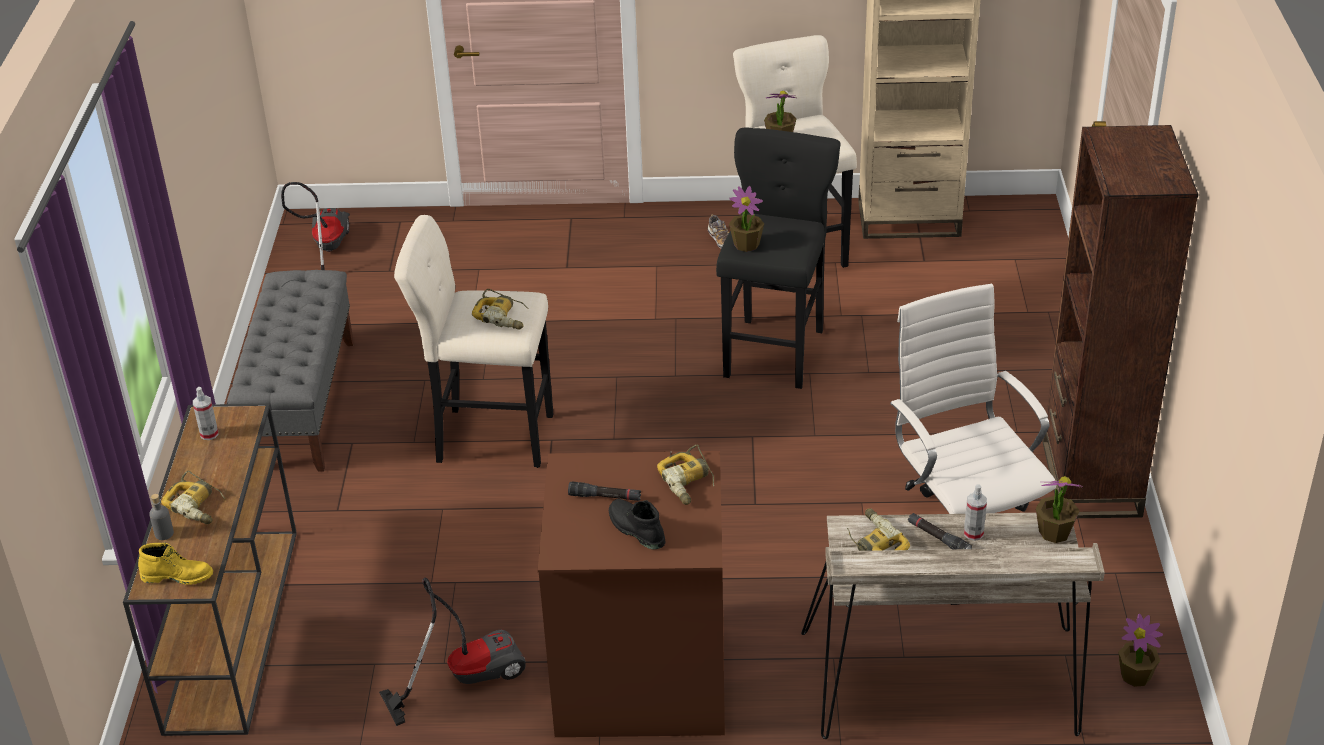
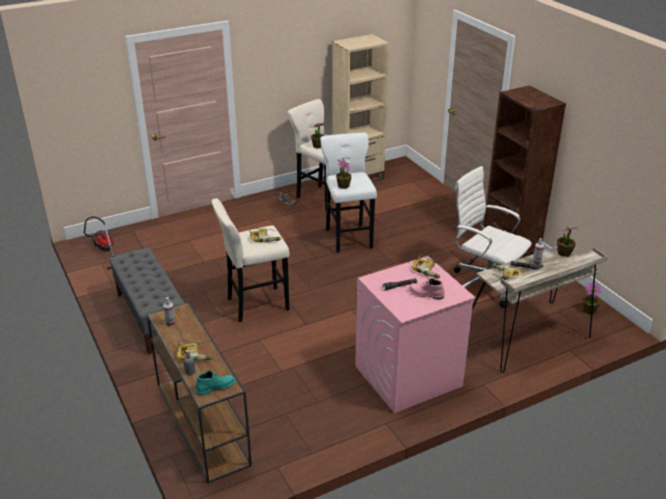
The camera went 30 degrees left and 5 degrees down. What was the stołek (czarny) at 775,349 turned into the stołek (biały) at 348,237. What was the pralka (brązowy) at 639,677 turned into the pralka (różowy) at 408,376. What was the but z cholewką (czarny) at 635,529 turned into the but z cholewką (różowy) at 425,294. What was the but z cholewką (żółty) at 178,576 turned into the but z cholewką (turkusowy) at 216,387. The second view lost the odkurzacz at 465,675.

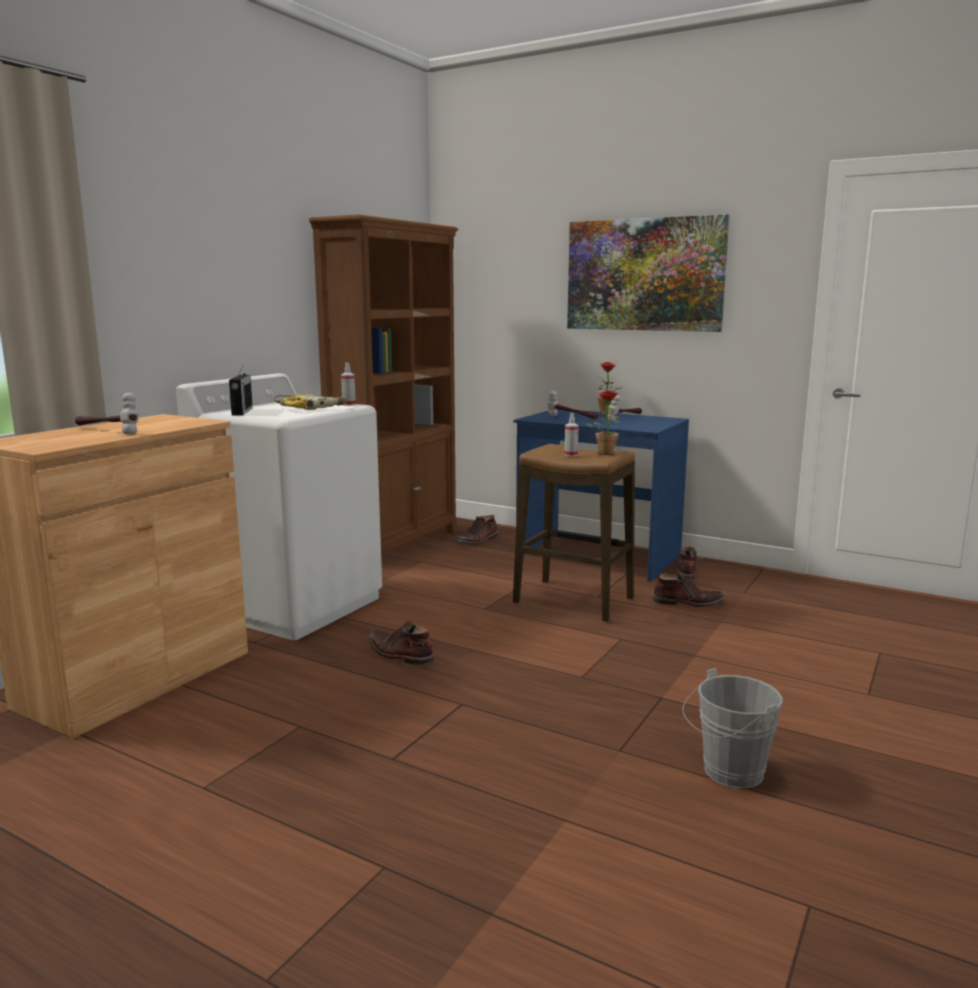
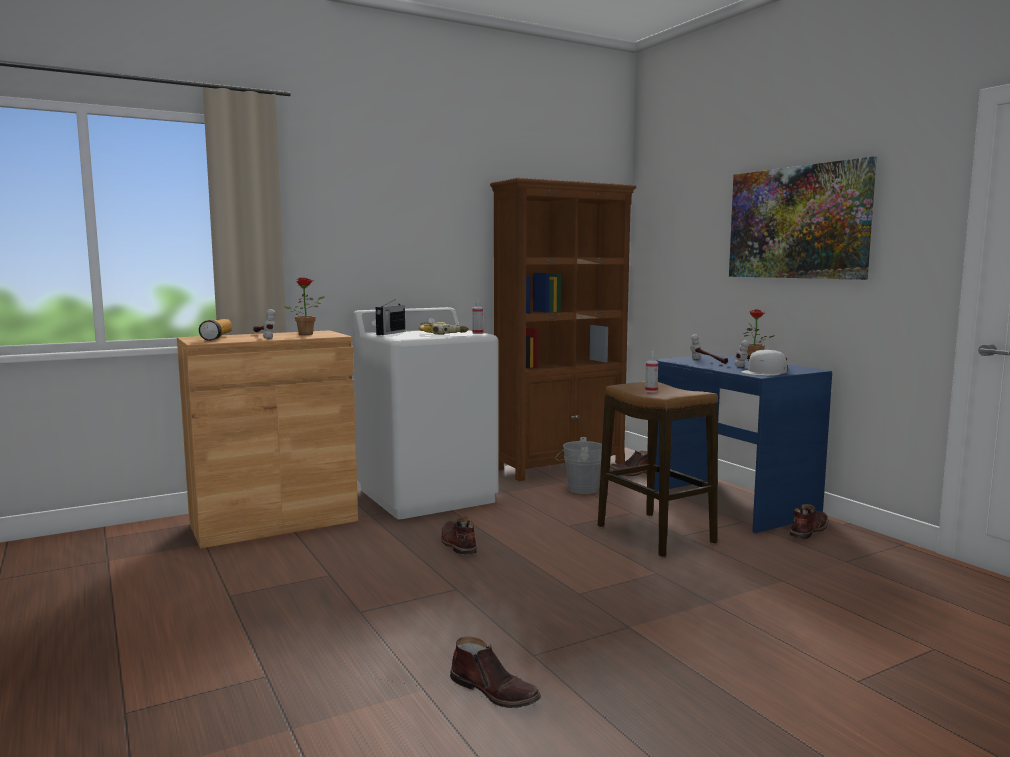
The camera went 30 degrees right and 5 degrees down. The roślina doniczkowa ended up elsewhere, having gone from 605,452 to 308,334. The but z cholewką (brązowy) ended up elsewhere, having gone from 688,602 to 495,691. The wiadro (szary) ended up elsewhere, having gone from 728,773 to 579,489. The second view gained the latarka at 217,338. The second view gained the czapka z daszkiem (biały) at 764,372.

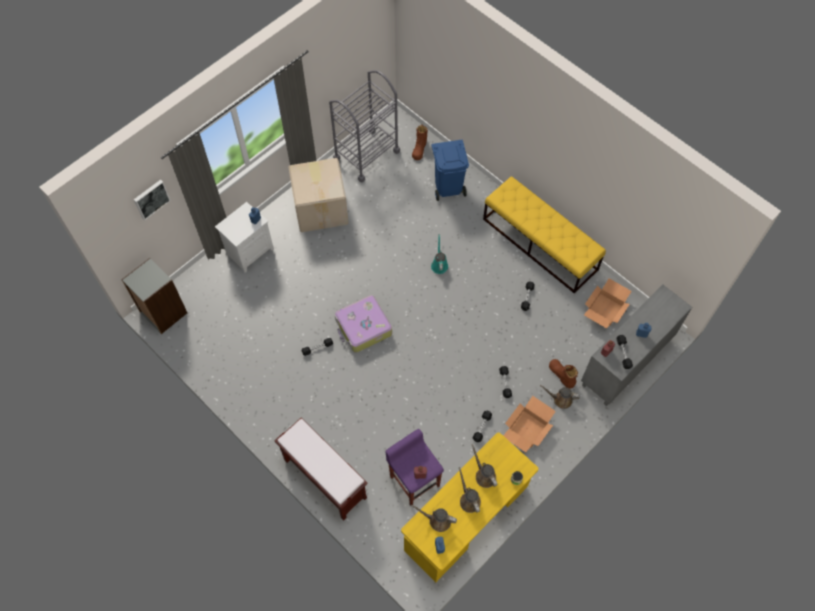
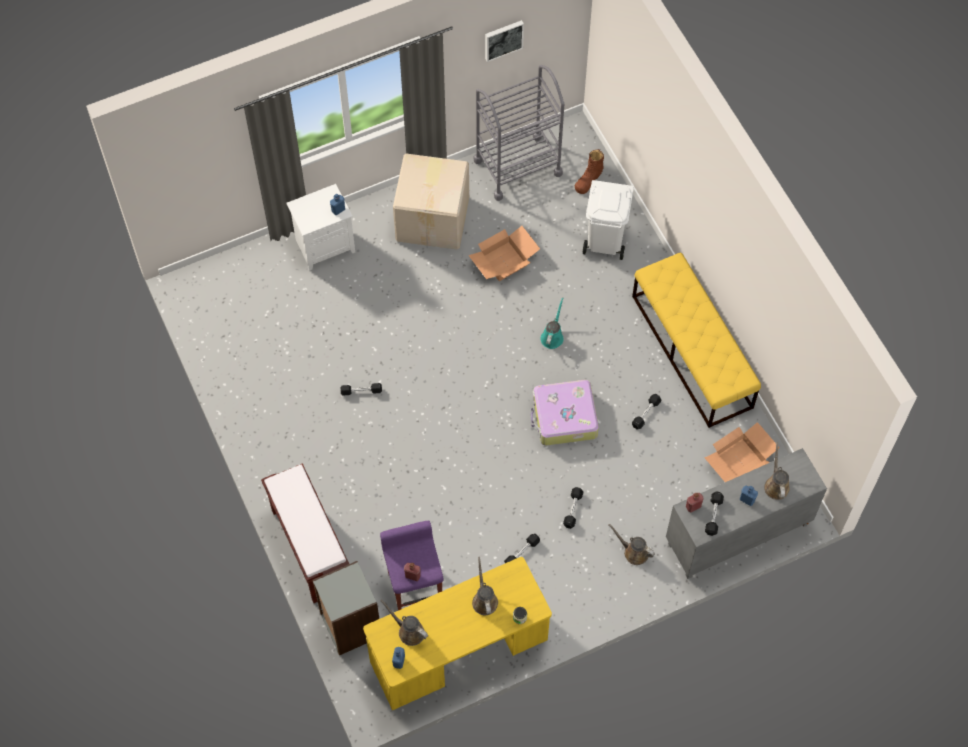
The camera went 20 degrees right and 0 degrees up. What was the kosz na śmieci (niebieski) at 449,187 turned into the kosz na śmieci (biały) at 606,241. The obraz ended up elsewhere, having gone from 151,198 to 503,39. The regał (szary) ended up elsewhere, having gone from 163,313 to 350,625. The walizka ended up elsewhere, having gone from 363,328 to 564,418. The second view lost the but z cholewką (brązowy) at 561,375. The karton ended up elsewhere, having gone from 527,429 to 504,262. The konewka (brązowy) ended up elsewhere, having gone from 469,499 to 776,485.

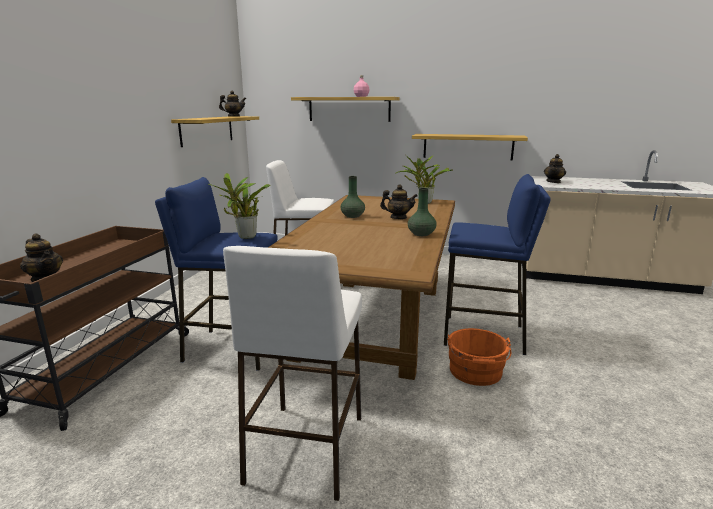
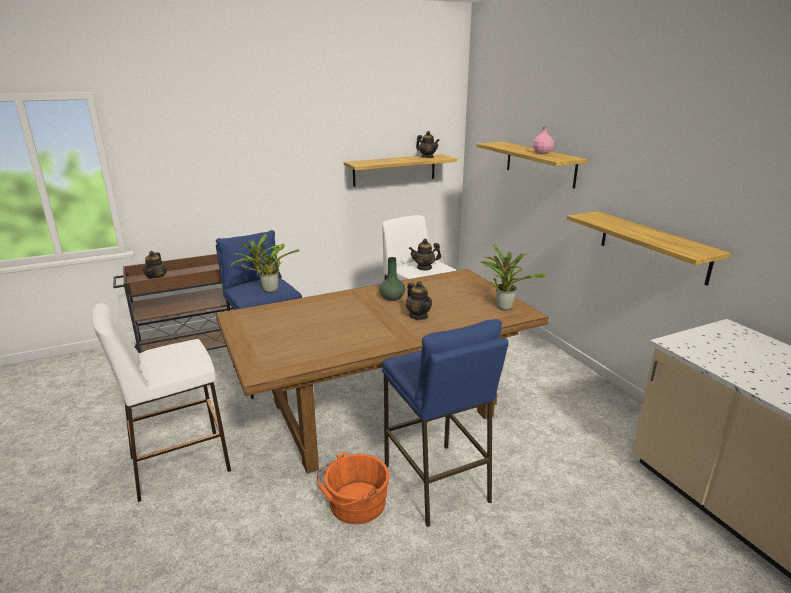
The camera went 50 degrees right and 5 degrees up. The imbryk ended up elsewhere, having gone from 553,182 to 424,267. The second view lost the wazon (zielony) at 421,234.

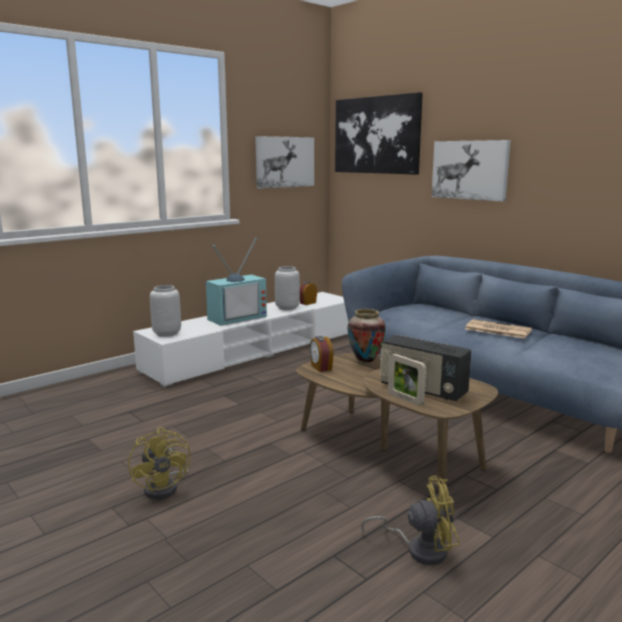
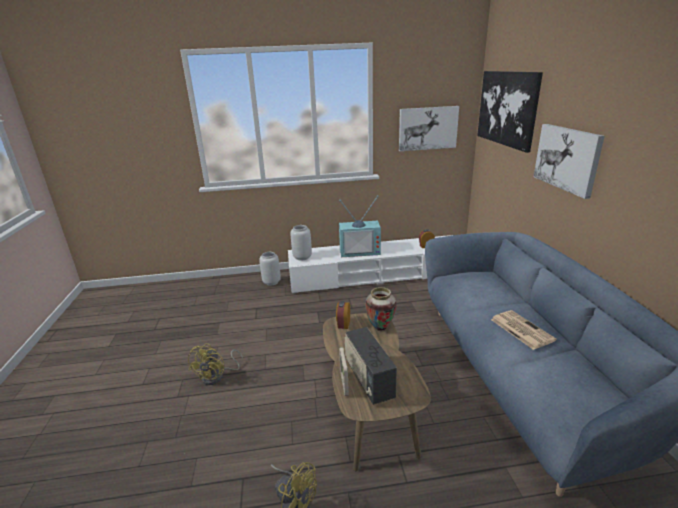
The camera went 35 degrees right and 10 degrees up. The wazon (szary) ended up elsewhere, having gone from 287,308 to 271,282.

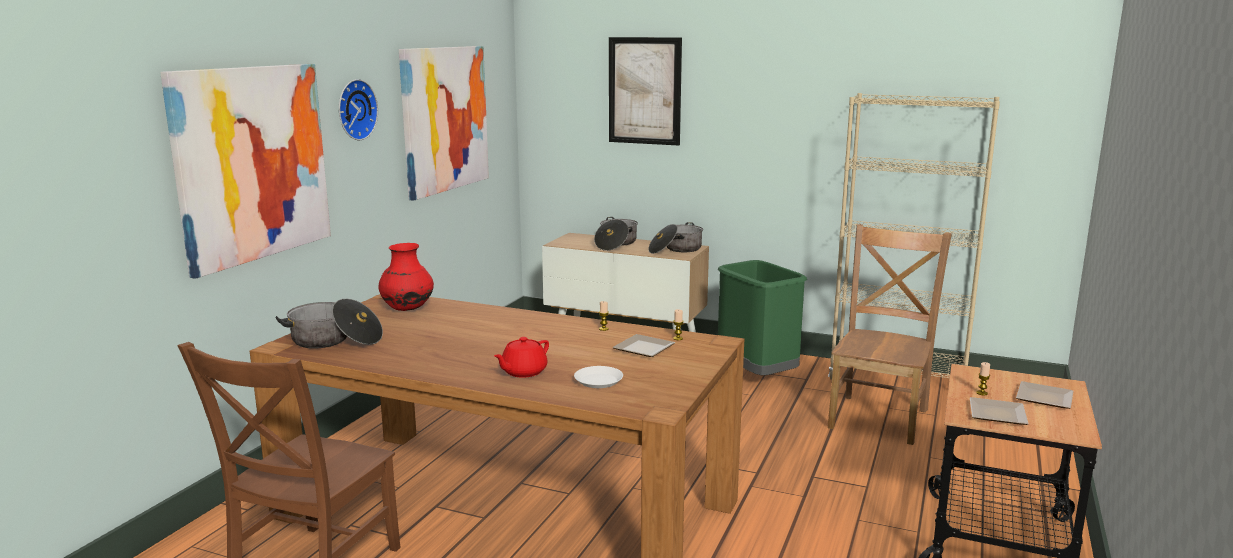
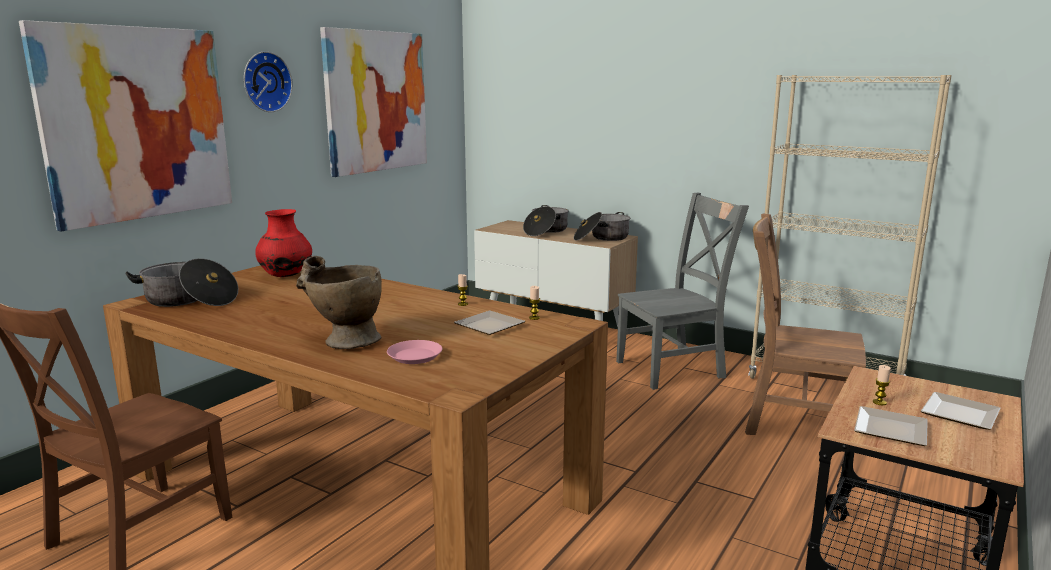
The camera went 10 degrees right and 0 degrees up. The second view lost the obraz at 644,91. The krzesło (brązowy) at 879,417 ended up facing another way, 105 degrees counterclockwise from before. Where the kosz na śmieci (zielony) stood at 757,375, the krzesło (szary) came to stand at 674,369. Where the imbryk (czerwony) stood at 523,372, the wazon (beżowy) came to stand at 343,342. What was the talerz (biały) at 598,381 turned into the talerz (różowy) at 414,356.

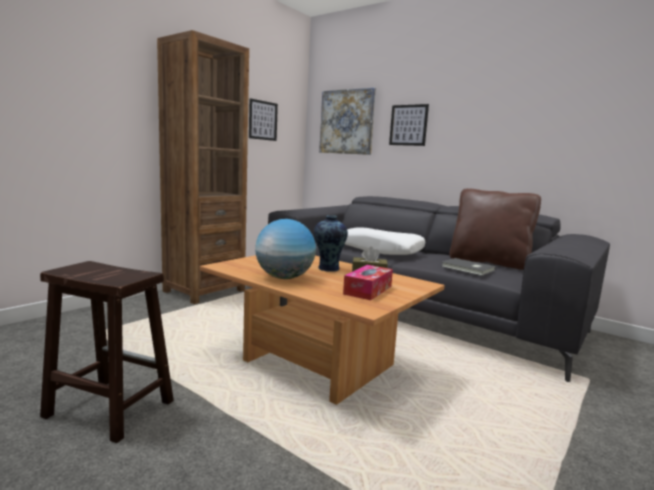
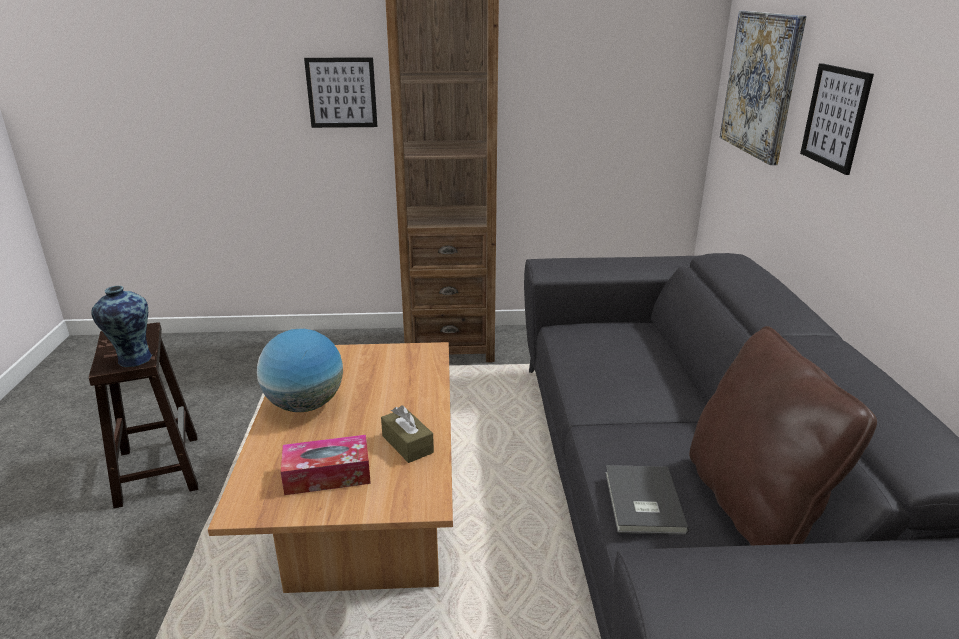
The camera went 50 degrees right and 15 degrees up. The obraz ended up elsewhere, having gone from 263,120 to 341,93. The wazon ended up elsewhere, having gone from 328,269 to 133,359. The second view lost the poduszka (biały) at 381,250.

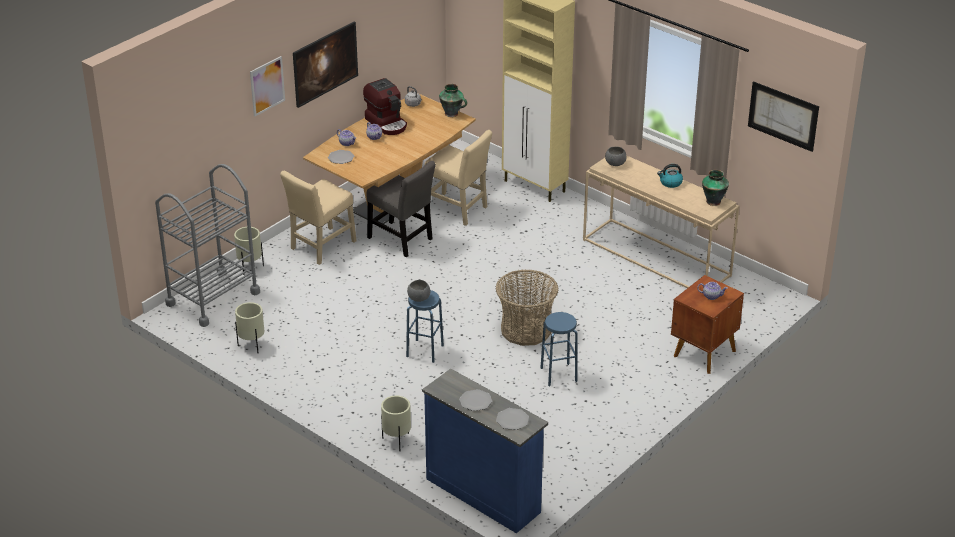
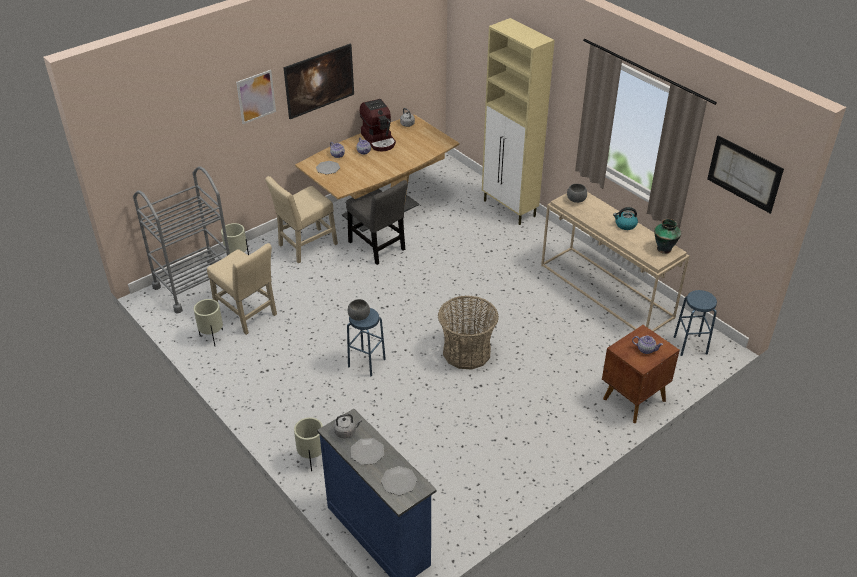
The camera went 10 degrees right and 5 degrees up. The second view lost the wazon at 452,114. The krzesło (beżowy) ended up elsewhere, having gone from 458,209 to 247,314. The stołek (niebieski) ended up elsewhere, having gone from 559,374 to 690,345. The second view gained the czajnik (szary) at 346,432.

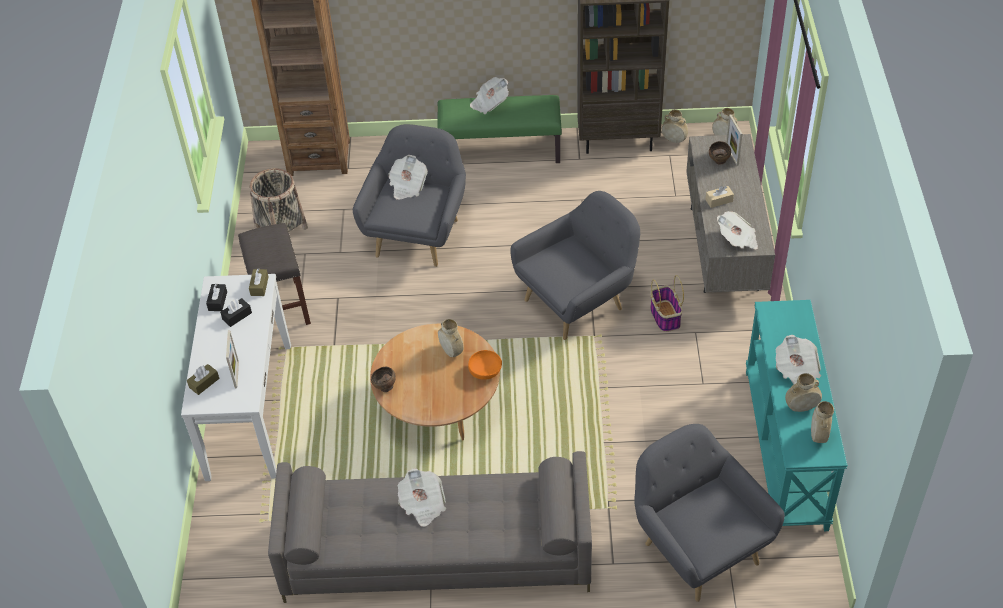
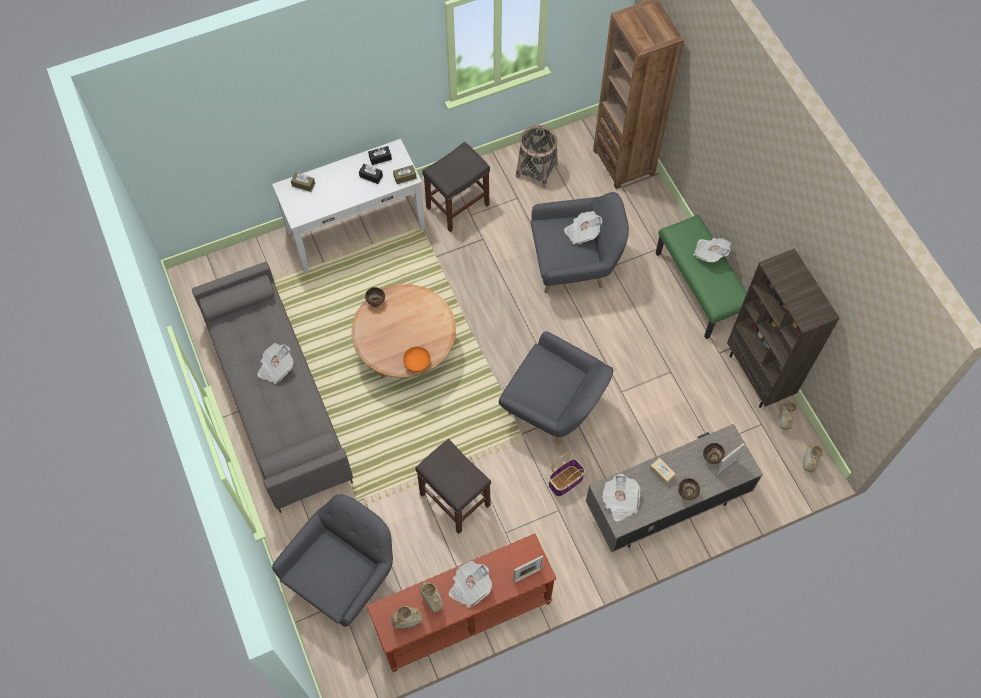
The camera went 65 degrees right and 15 degrees up. What was the stolik konsolowy (turkusowy) at 786,448 turned into the stolik konsolowy (brązowy) at 463,617. The second view lost the wazon (beżowy) at 451,351. The ramka na zdjęcie ended up elsewhere, having gone from 236,374 to 527,575. The second view gained the stołek (szary) at 454,499. The second view gained the miska (brązowy) at 687,493.

